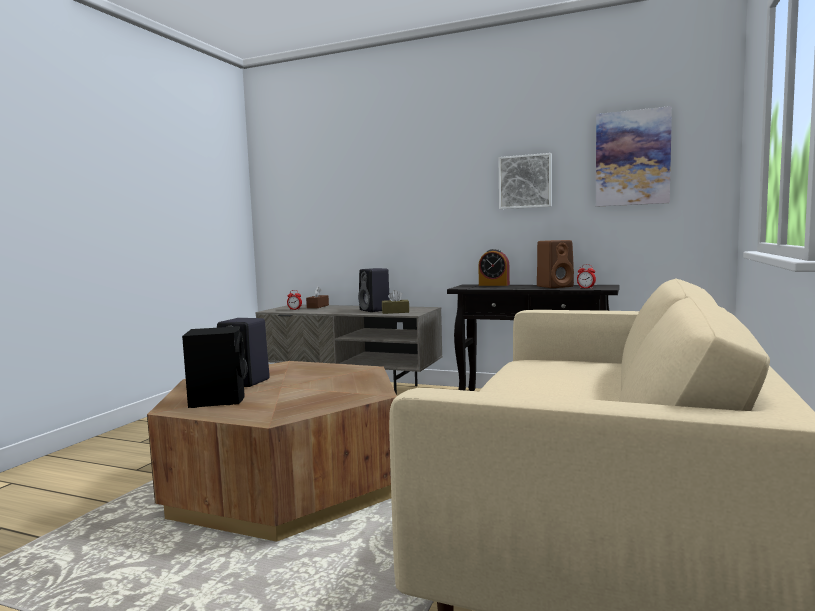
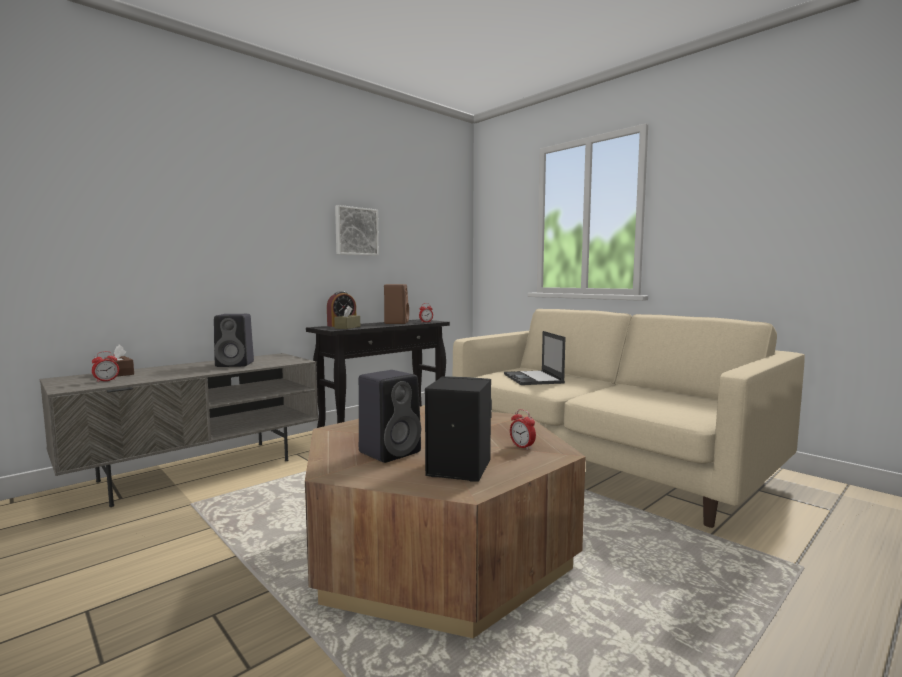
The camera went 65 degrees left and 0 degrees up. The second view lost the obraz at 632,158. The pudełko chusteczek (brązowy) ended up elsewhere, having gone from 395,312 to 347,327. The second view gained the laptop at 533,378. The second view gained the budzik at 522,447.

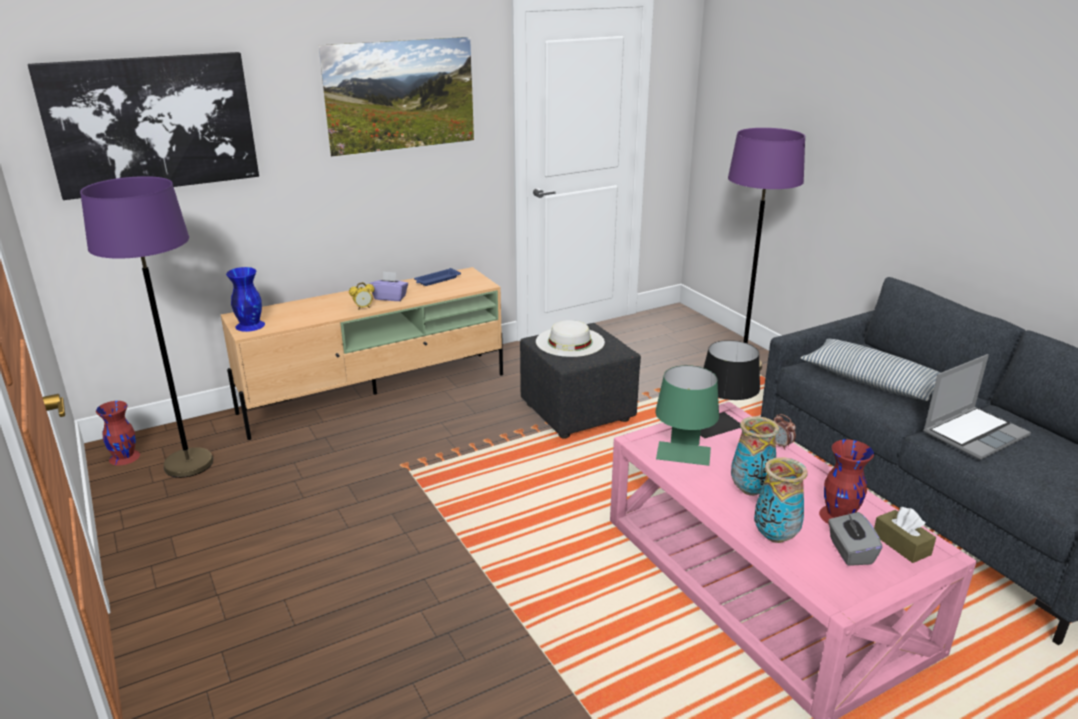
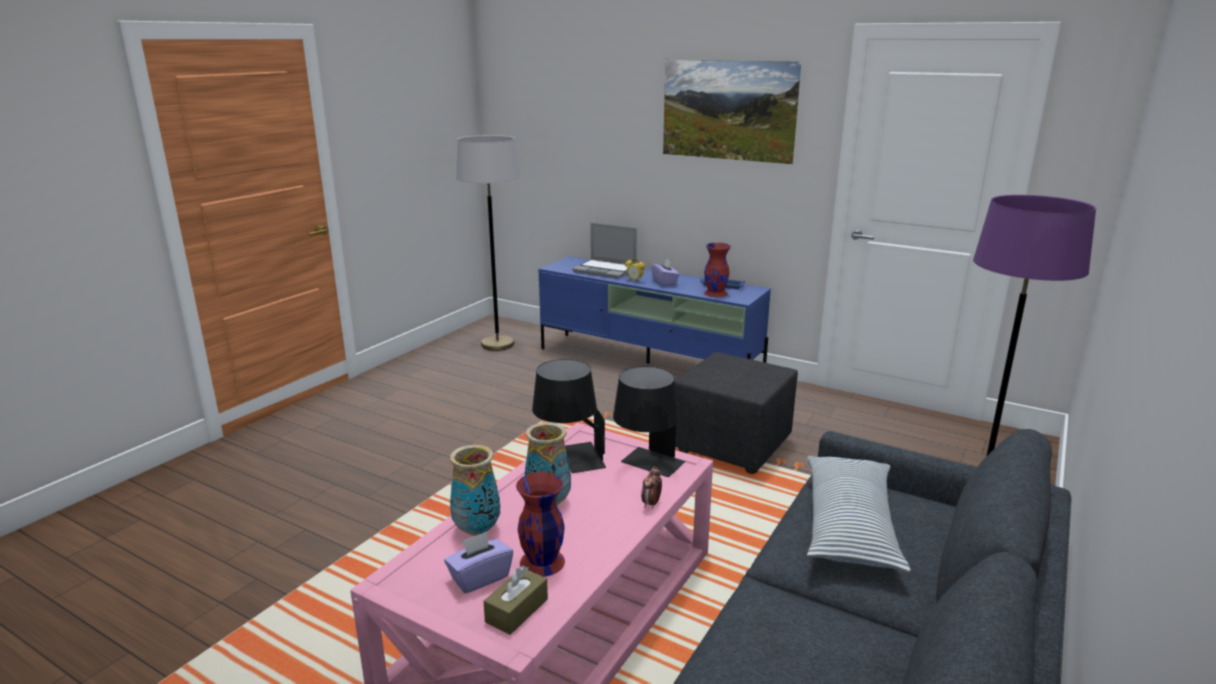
The camera went 60 degrees right and 5 degrees down. The second view lost the obraz at 152,124. What was the lampa stojąca (fioletowy) at 189,464 turned into the lampa stojąca (szary) at 497,344. What was the szafka pod telewizor (beżowy) at 377,393 turned into the szafka pod telewizor (niebieski) at 649,363. The second view lost the wazon (niebieski) at 250,325. The second view lost the kapelusz (biały) at 570,342. The laptop ended up elsewhere, having gone from 974,433 to 606,270. What was the lampa stołowa (zielony) at 683,459 turned into the lampa stołowa (czarny) at 569,459. The wazon (czerwony) ended up elsewhere, having gone from 124,457 to 716,293. What was the pudełko chusteczek (szary) at 850,551 turned into the pudełko chusteczek (fioletowy) at 480,577.

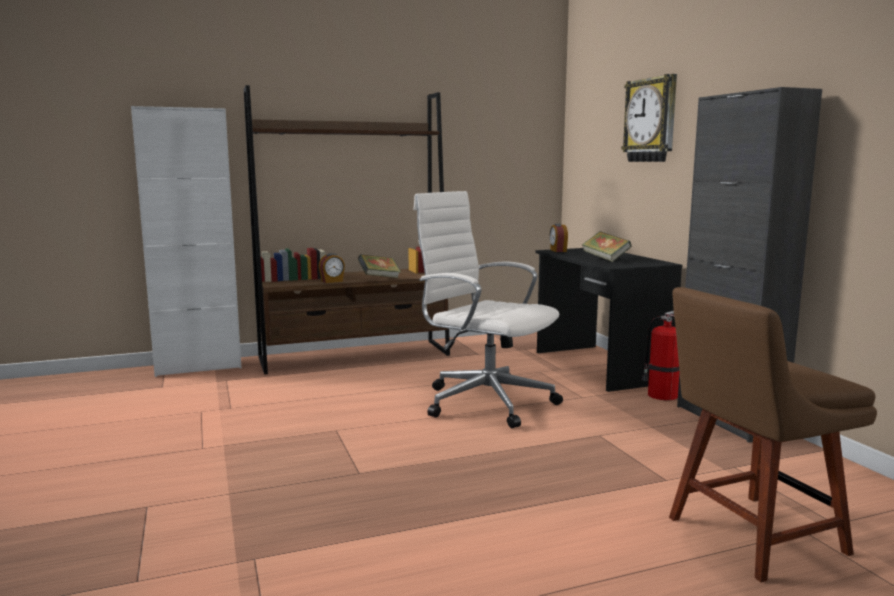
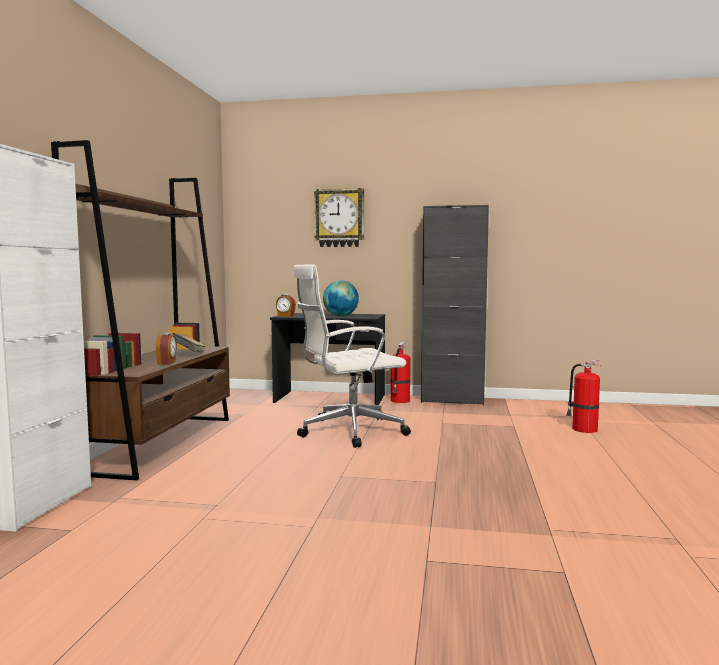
The camera went 60 degrees left and 5 degrees down. Where the książka stood at 605,259, the globus came to stand at 341,316. Where the krzesło (brązowy) stood at 749,537, the gaśnica came to stand at 583,429.

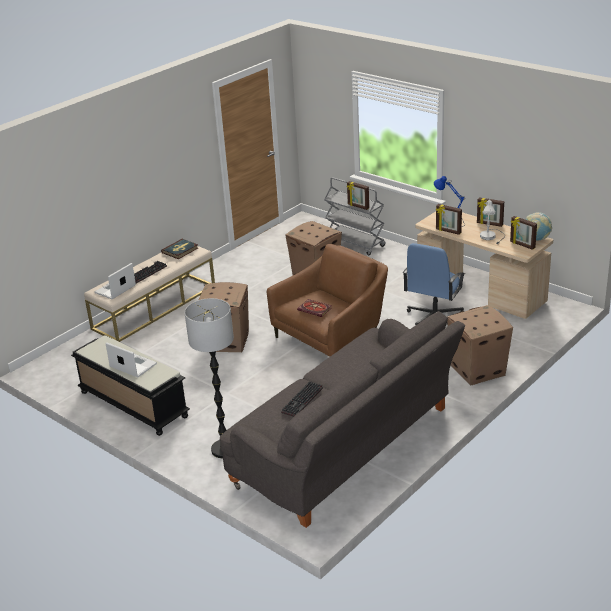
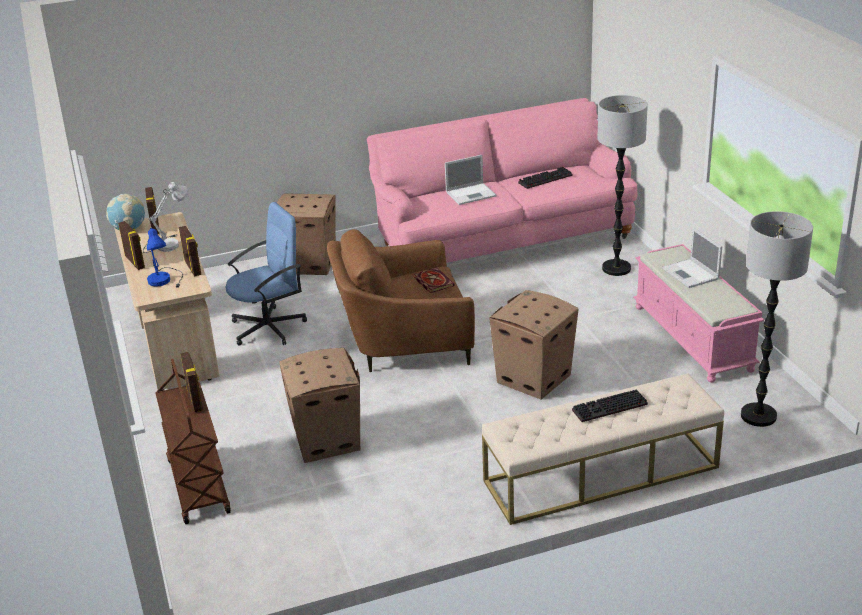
The camera went 150 degrees left and 0 degrees up. What was the wózek (szary) at 355,243 turned into the wózek (brązowy) at 198,485. The second view lost the książka at 180,250. The laptop ended up elsewhere, having gone from 115,289 to 471,194. What was the kanapa (szary) at 348,448 turned into the kanapa (różowy) at 502,239. What was the ławka (czarny) at 132,404 turned into the ławka (różowy) at 694,338. The second view gained the lampa stojąca at 758,416.

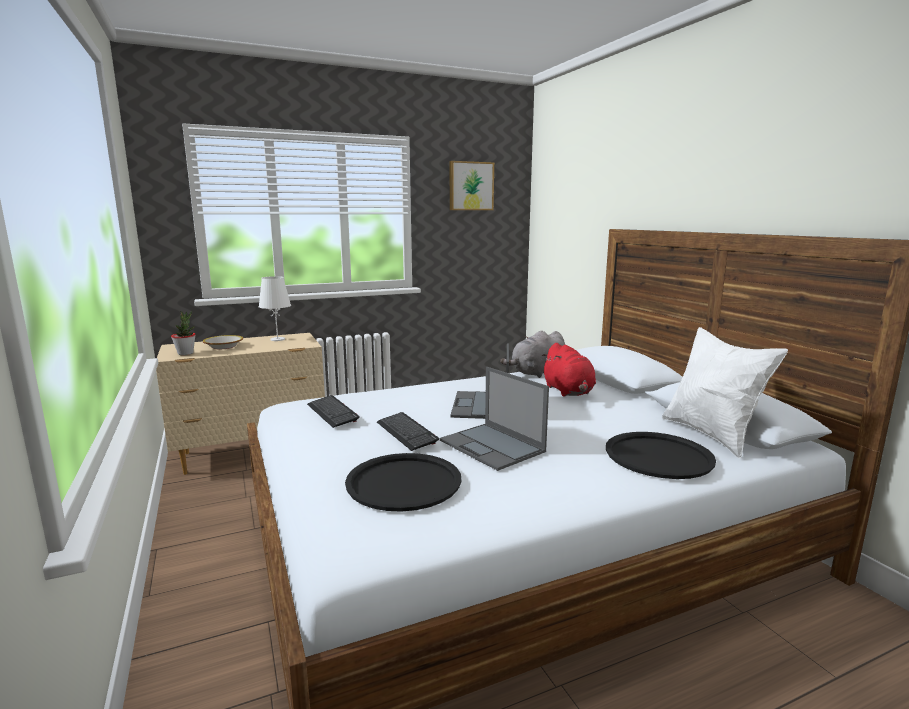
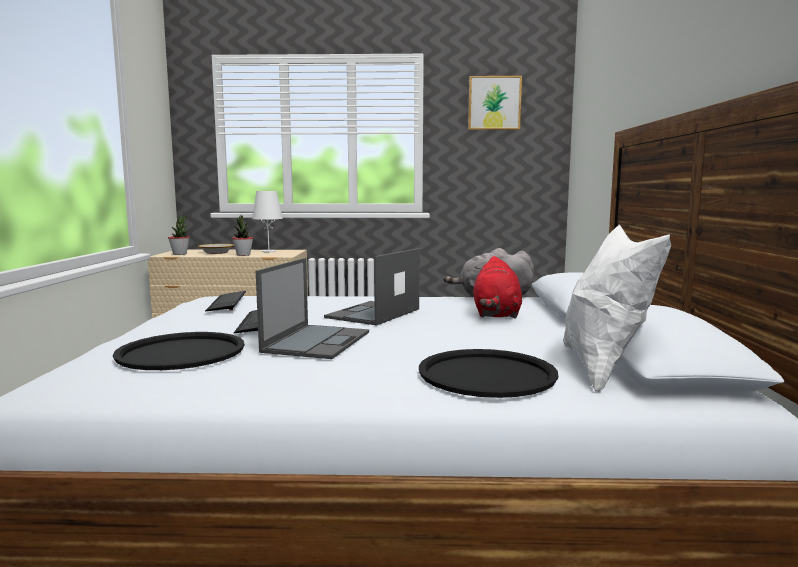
The camera went 25 degrees right and 5 degrees down. The laptop at 493,446 ended up facing another way, 150 degrees counterclockwise from before. The second view gained the roślina doniczkowa at 243,255.

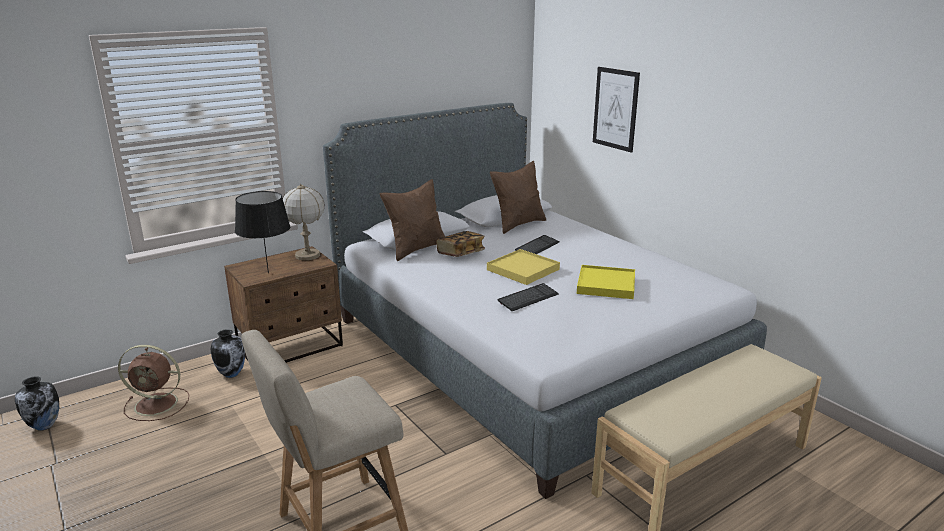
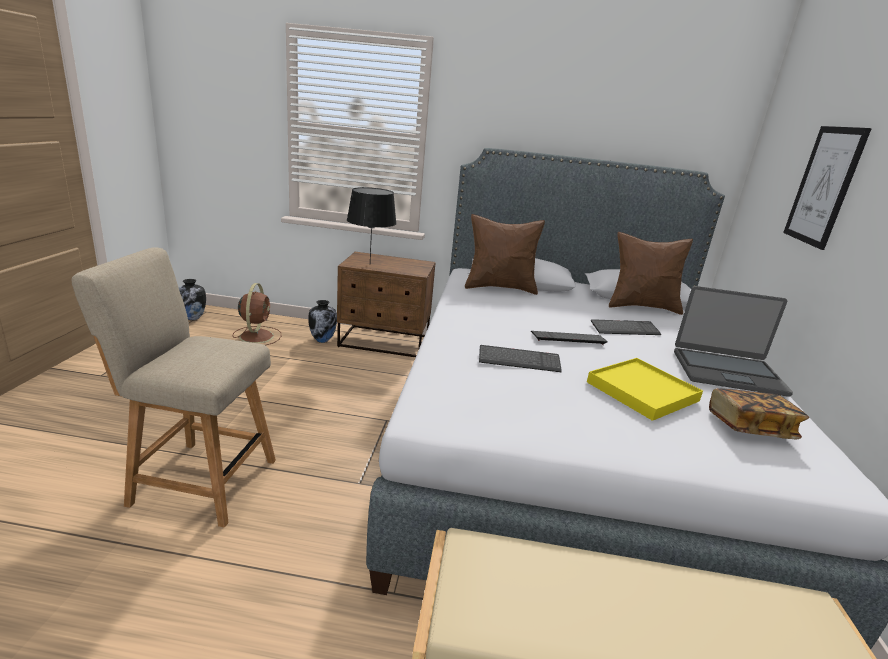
The camera went 40 degrees right and 0 degrees up. The second view lost the lampa stołowa at 308,255. The książka ended up elsewhere, having gone from 460,253 to 749,427. Where the taca (żółty) stood at 523,270, the klawiatura came to stand at 568,338. The wentylator (brązowy) at 158,404 ended up facing another way, 135 degrees counterclockwise from before. The second view gained the laptop at 727,372.

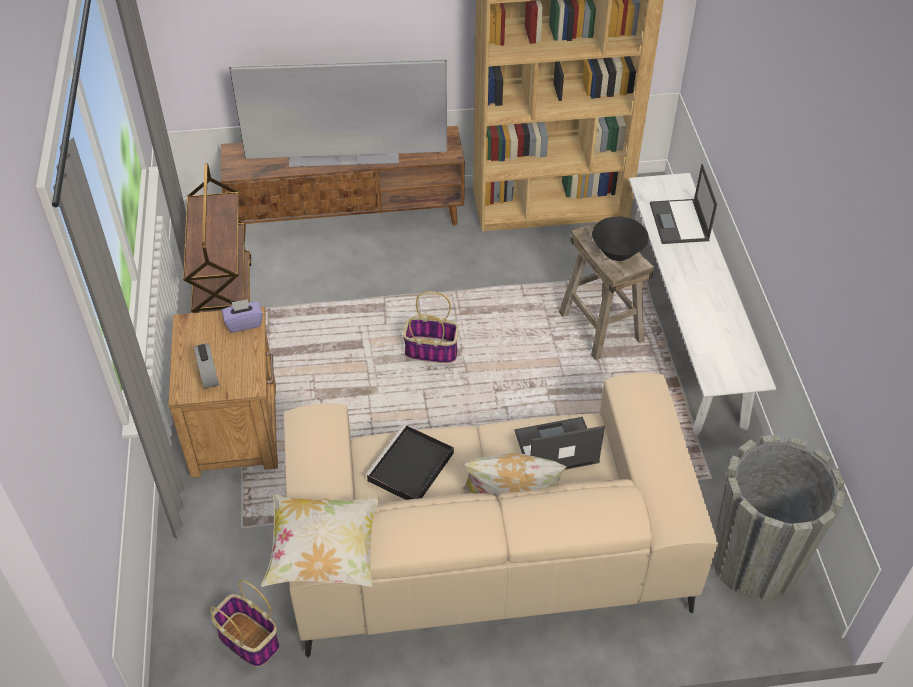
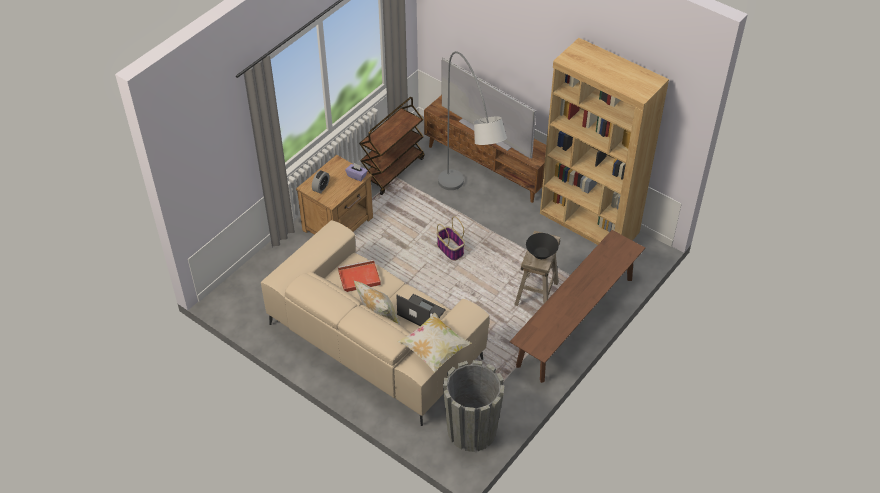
The camera went 45 degrees right and 0 degrees up. The second view lost the laptop at 679,222. What was the ławka (biały) at 684,326 turned into the ławka (brązowy) at 575,321. What was the taca (czarny) at 410,468 turned into the taca (czerwony) at 358,278. The poduszka ended up elsewhere, having gone from 324,554 to 434,350. The second view lost the koszyk at 247,640. The second view gained the lampa stojąca (szary) at 469,214.

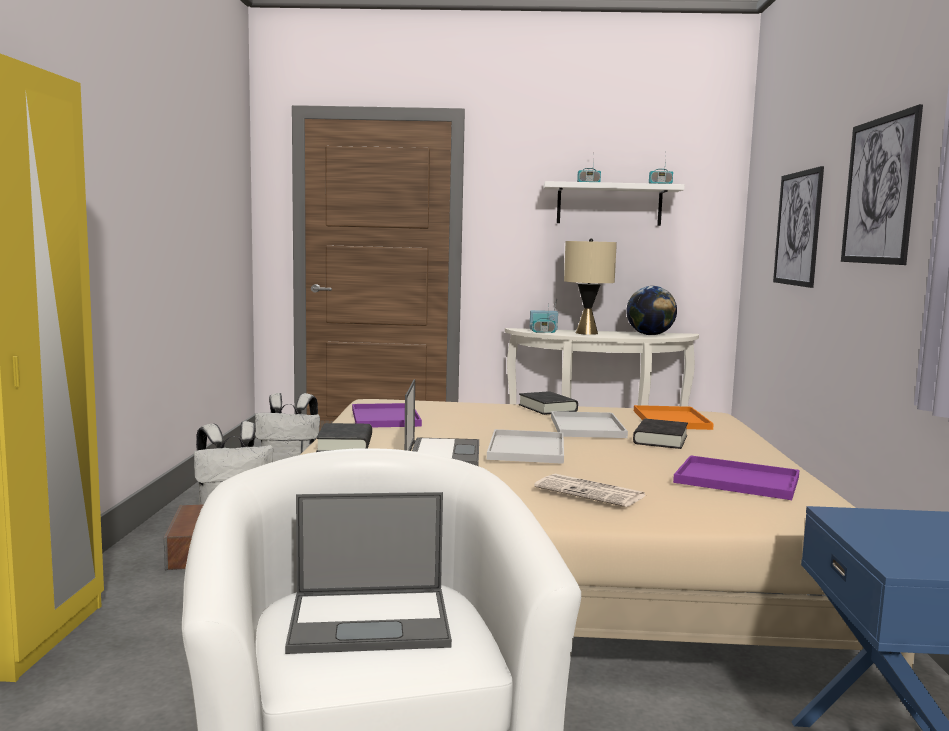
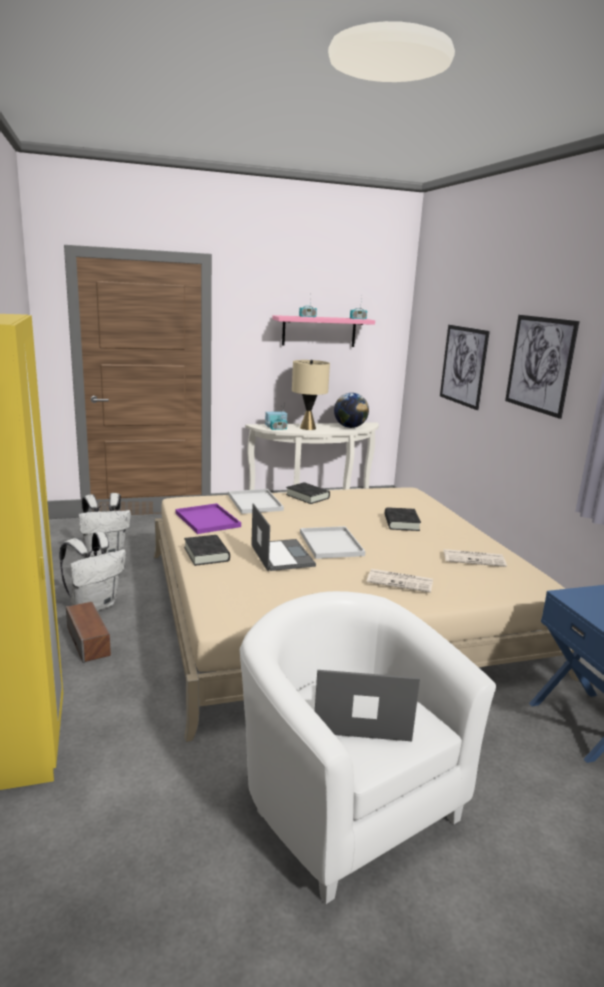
The camera went 20 degrees left and 10 degrees up. What was the półka (biały) at 609,204 turned into the półka (różowy) at 319,331. The second view lost the taca (pomarańczowy) at 670,419. The taca (biały) ended up elsewhere, having gone from 588,427 to 256,503. Where the taca (fioletowy) stood at 739,480, the gazeta came to stand at 474,558. The laptop at 372,620 ended up facing another way, 150 degrees counterclockwise from before.

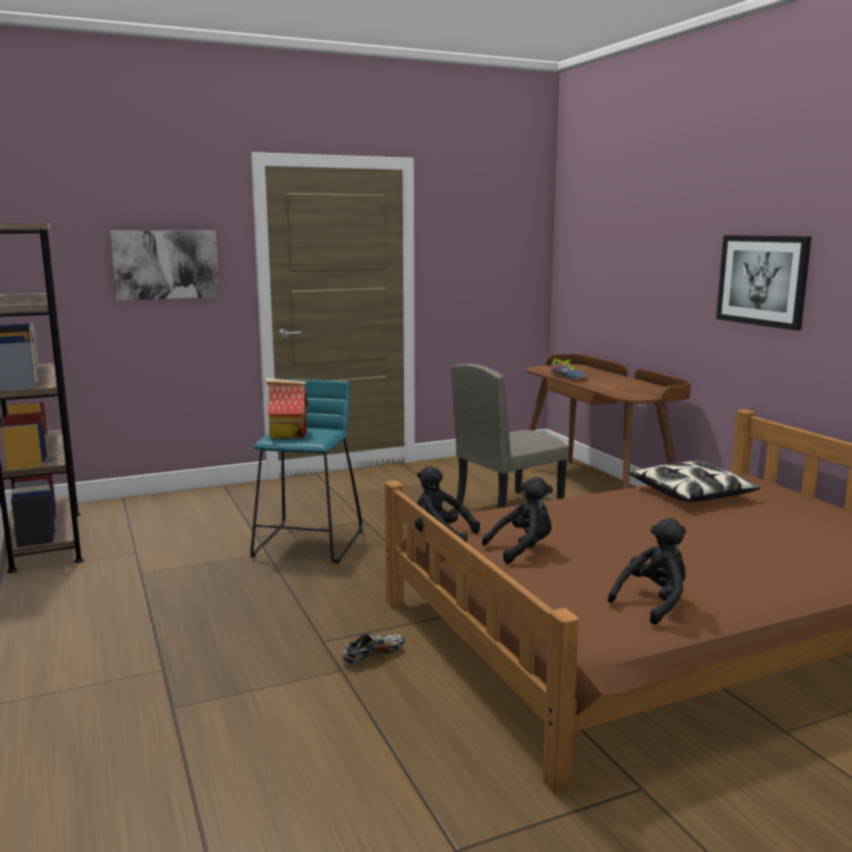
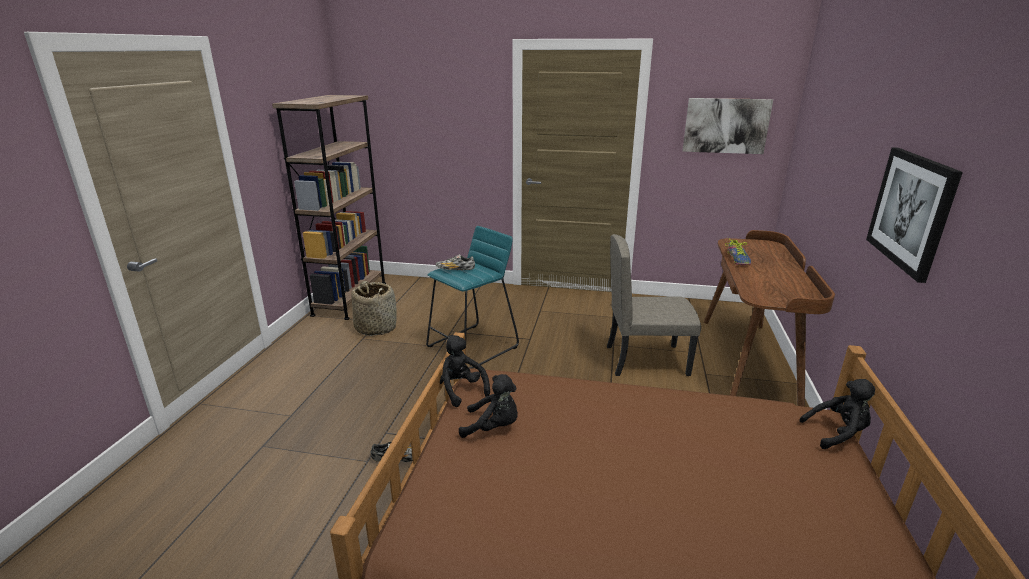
The camera went 35 degrees right and 10 degrees up. The obraz ended up elsewhere, having gone from 166,264 to 725,125. Where the domek stood at 287,435, the but came to stand at 455,270. The second view lost the poduszka at 691,494. The pluszak (czarny) ended up elsewhere, having gone from 653,603 to 837,434. The second view gained the koszyk at 376,328.

